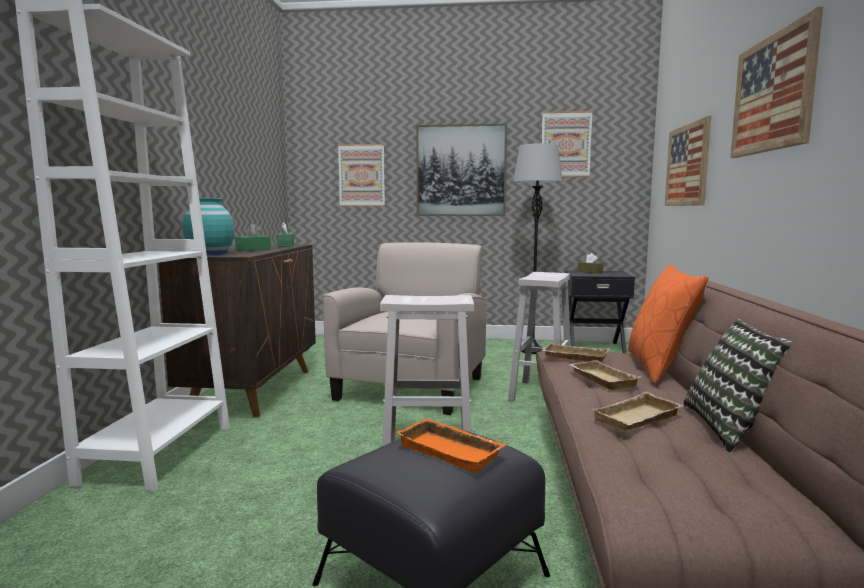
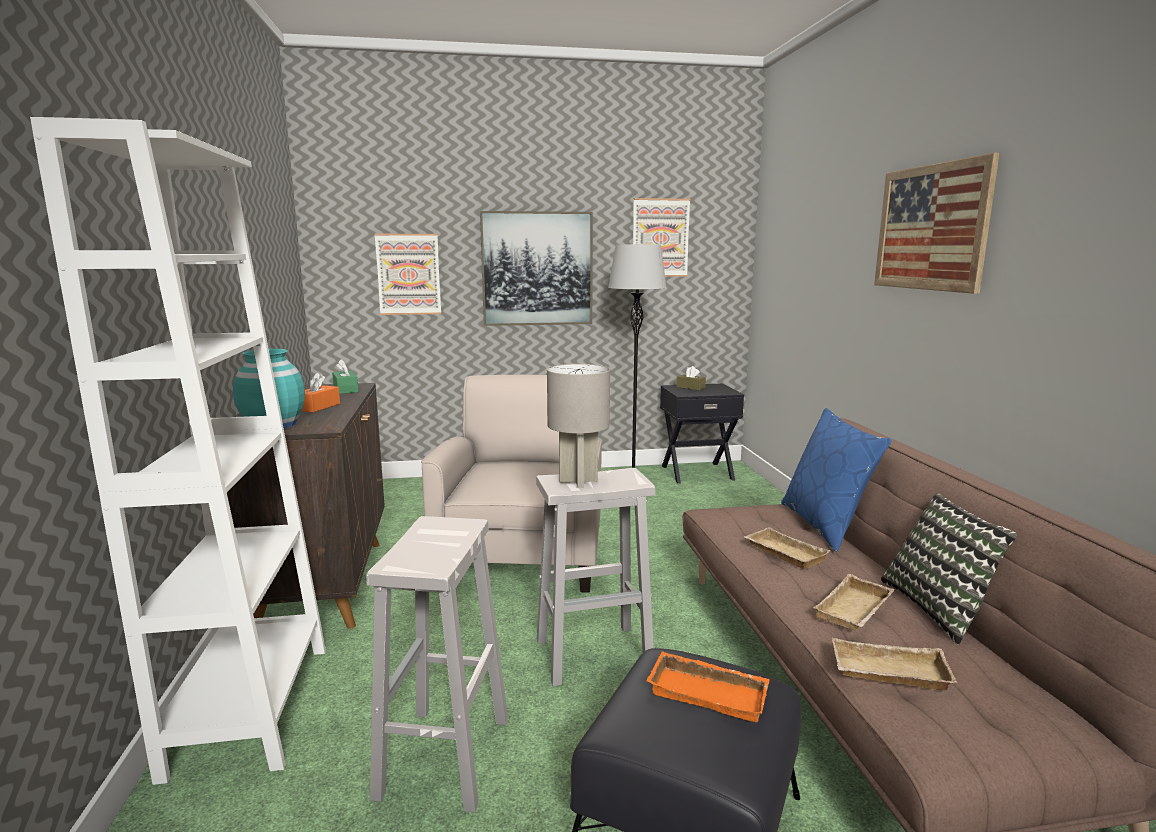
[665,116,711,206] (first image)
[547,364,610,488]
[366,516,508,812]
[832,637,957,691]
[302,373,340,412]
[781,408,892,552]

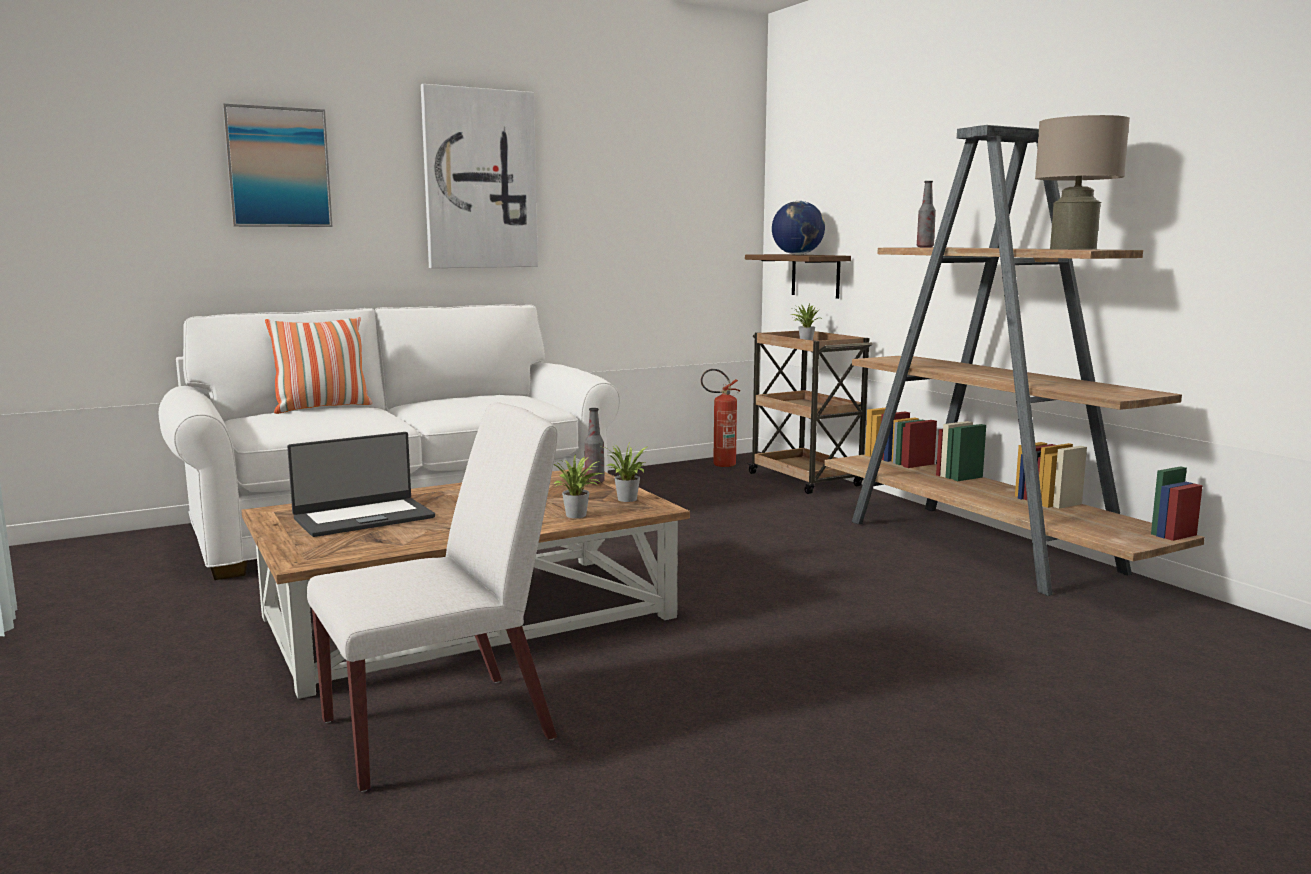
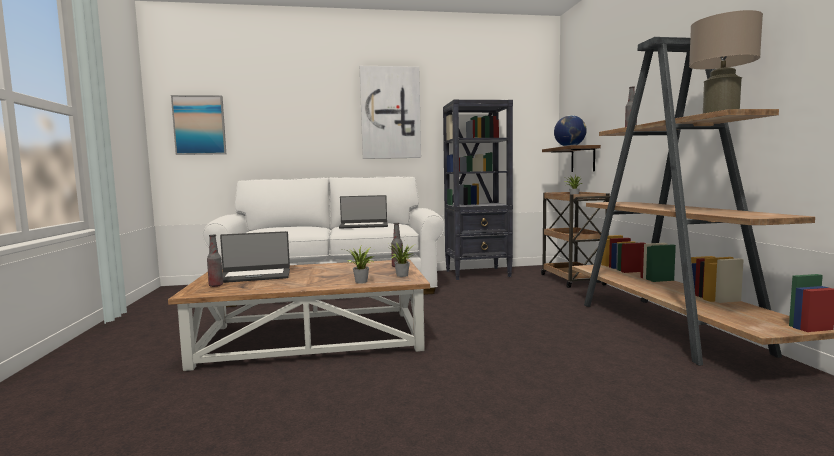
[265,317,372,414] (first image)
[307,402,557,792] (first image)
[701,369,740,467] (first image)
[207,235,223,287]
[339,195,388,228]
[443,100,513,280]
[171,95,226,155]

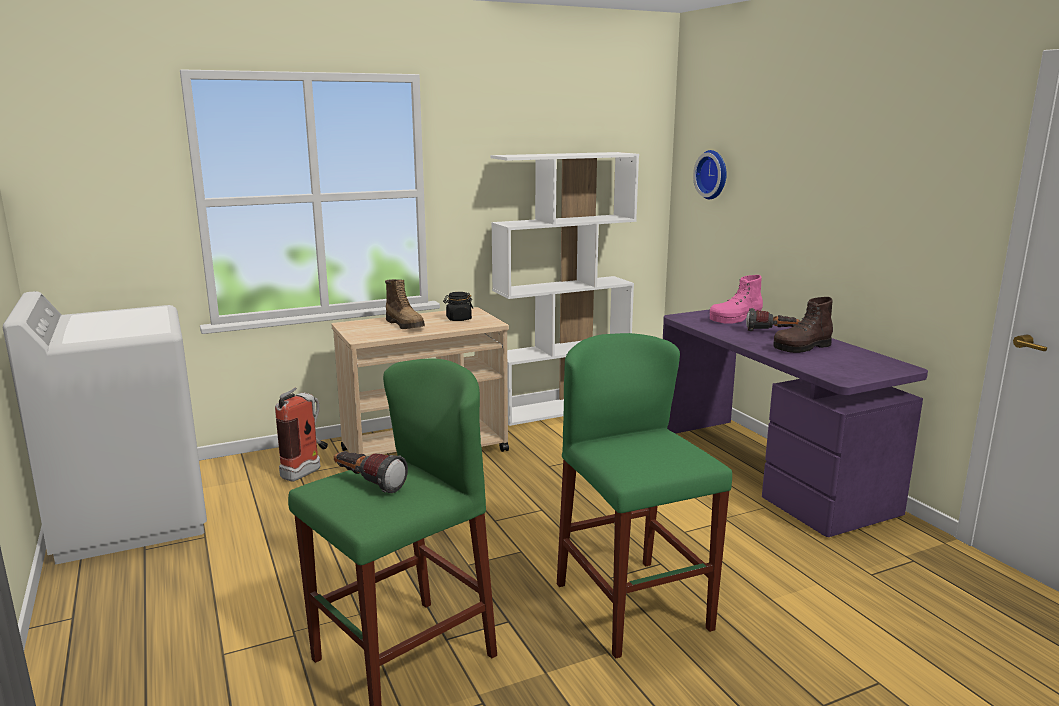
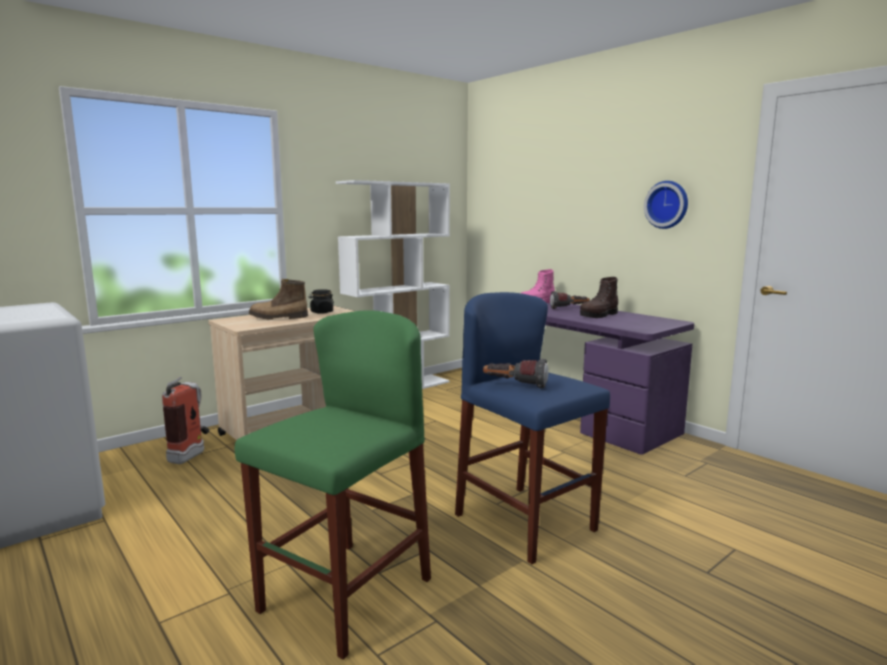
[483,359,549,388]
[644,181,688,229]
[455,292,610,564]
[249,279,308,320]

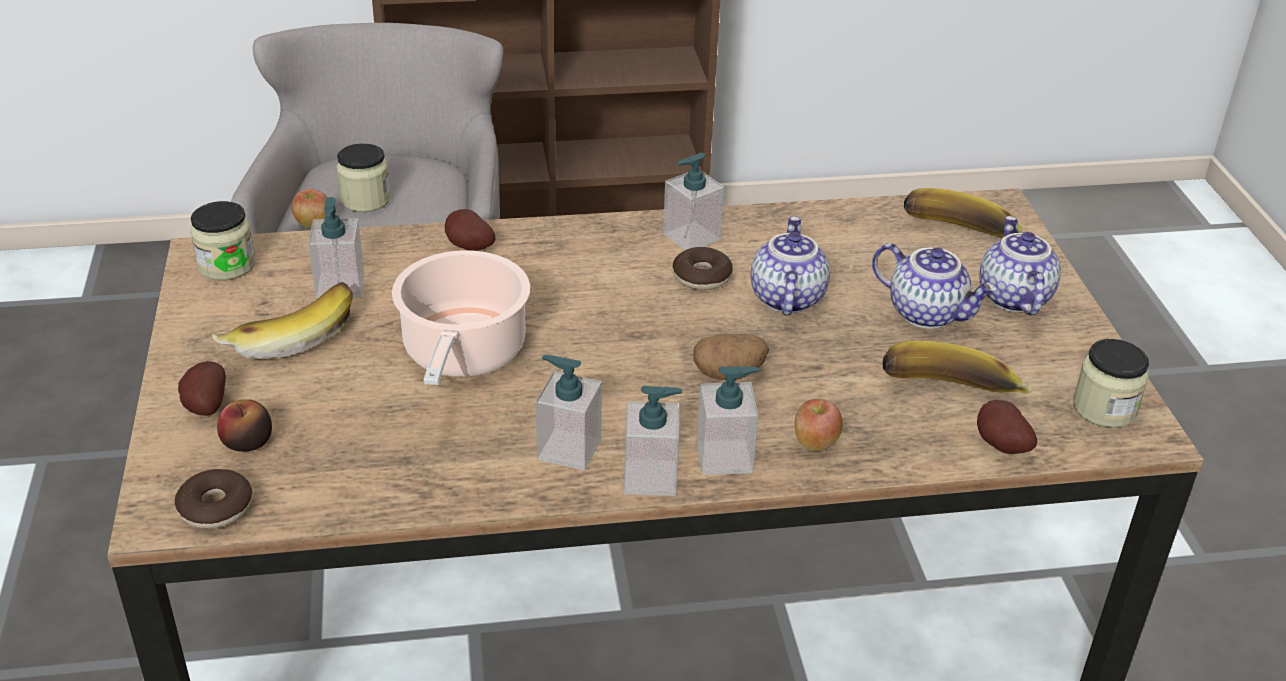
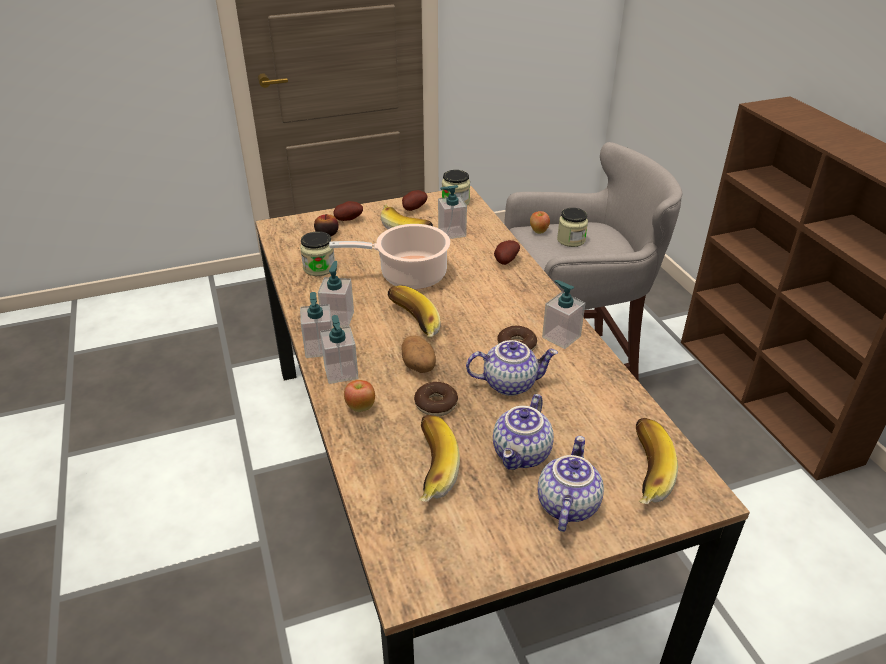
[388,285,441,338]
[414,382,458,416]
[402,190,428,211]
[300,231,335,276]
[538,436,604,532]

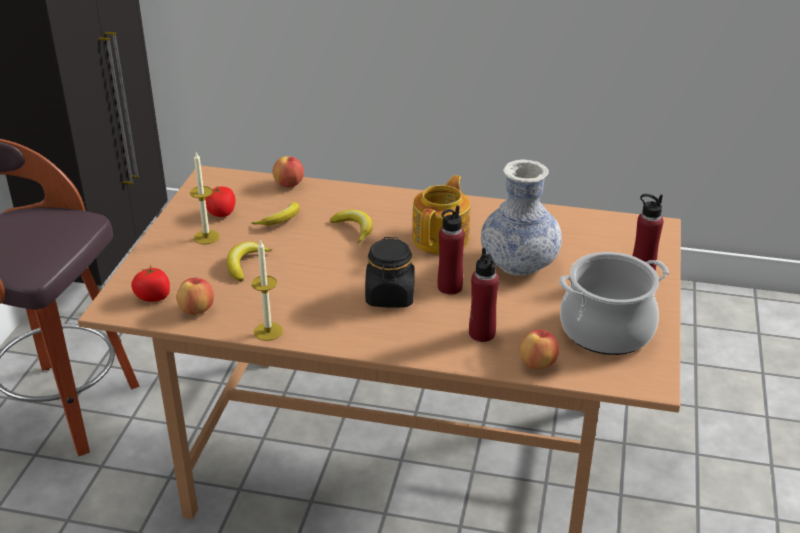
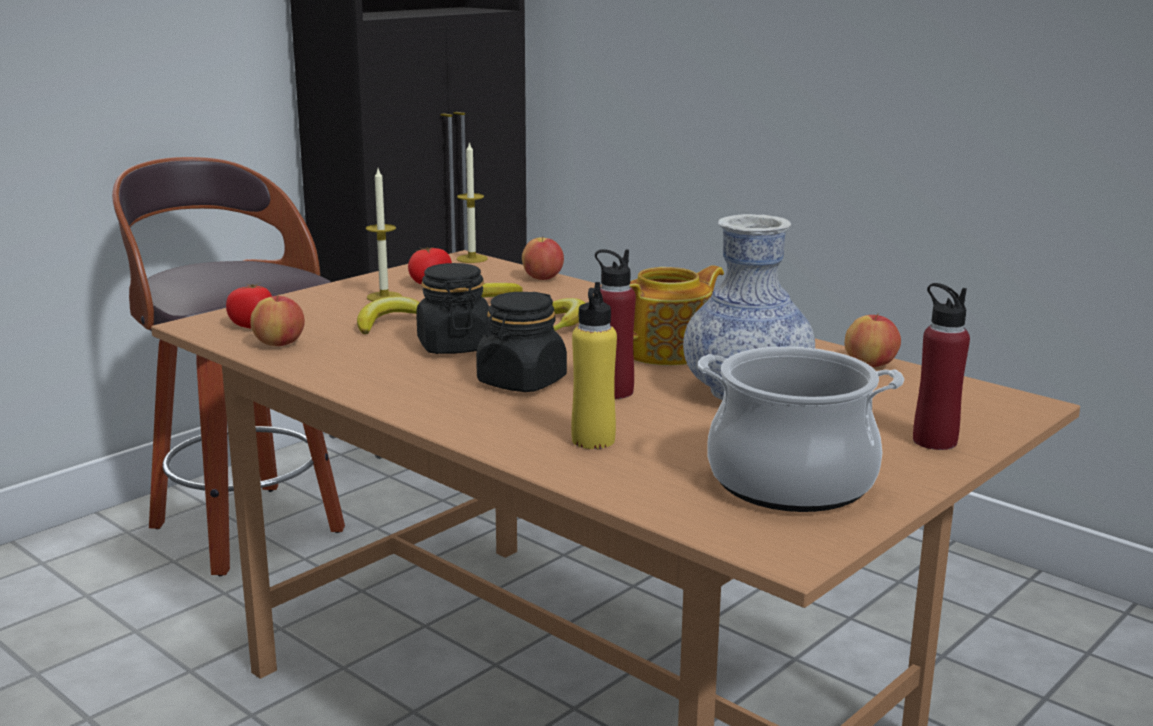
[416,263,490,354]
[457,141,488,263]
[844,313,901,367]
[571,282,617,449]

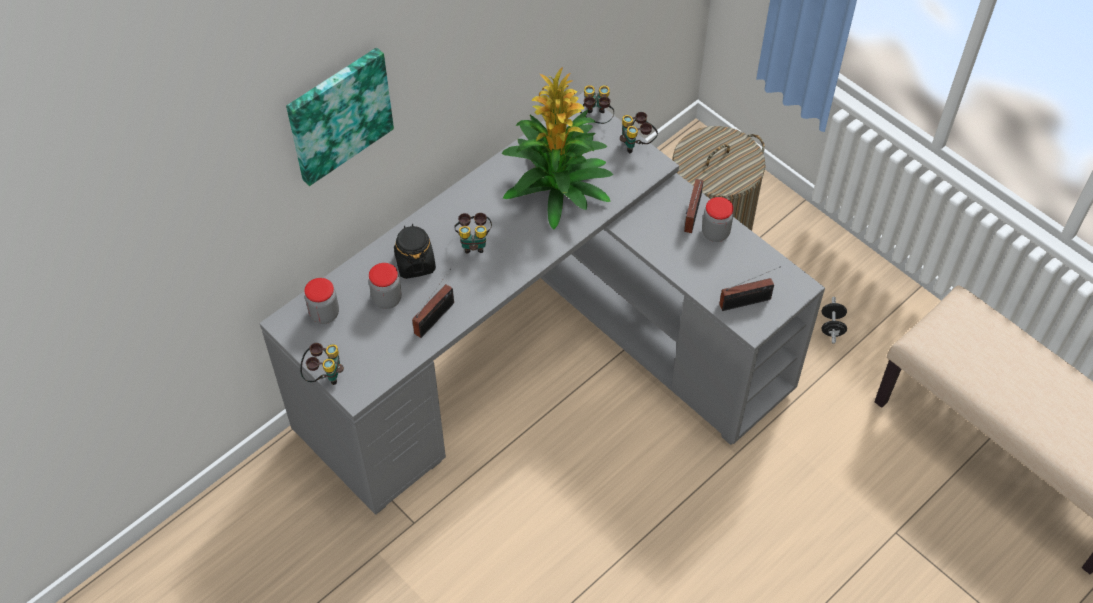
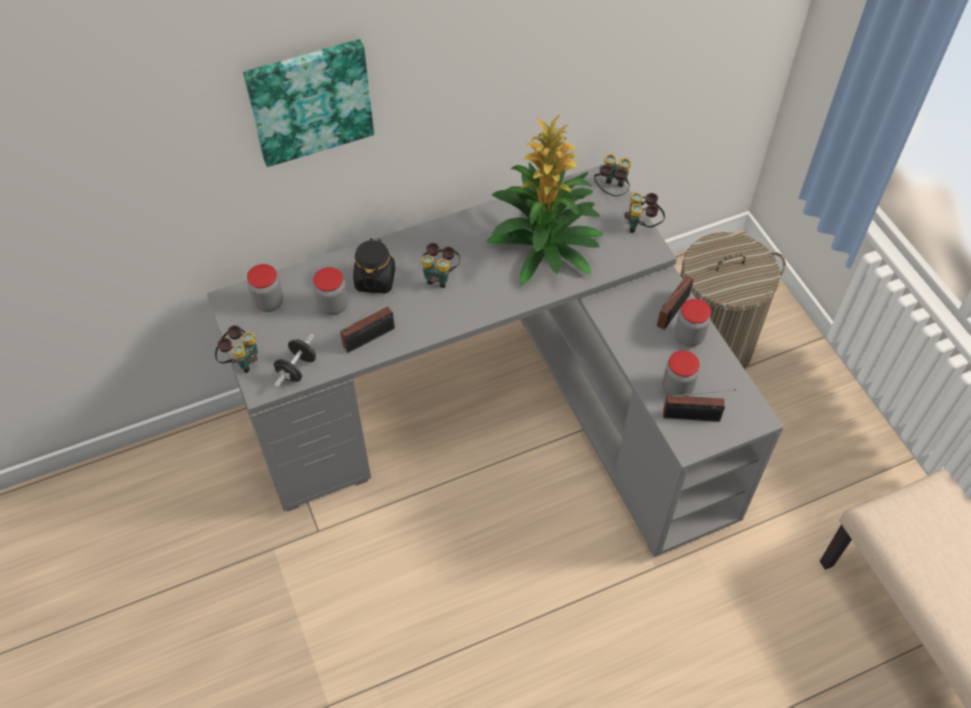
[662,350,700,396]
[274,334,316,388]

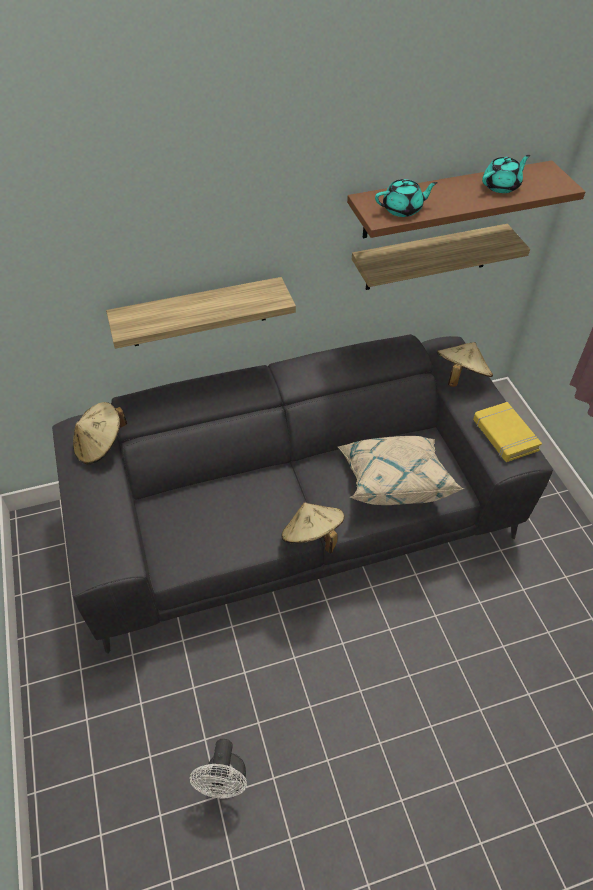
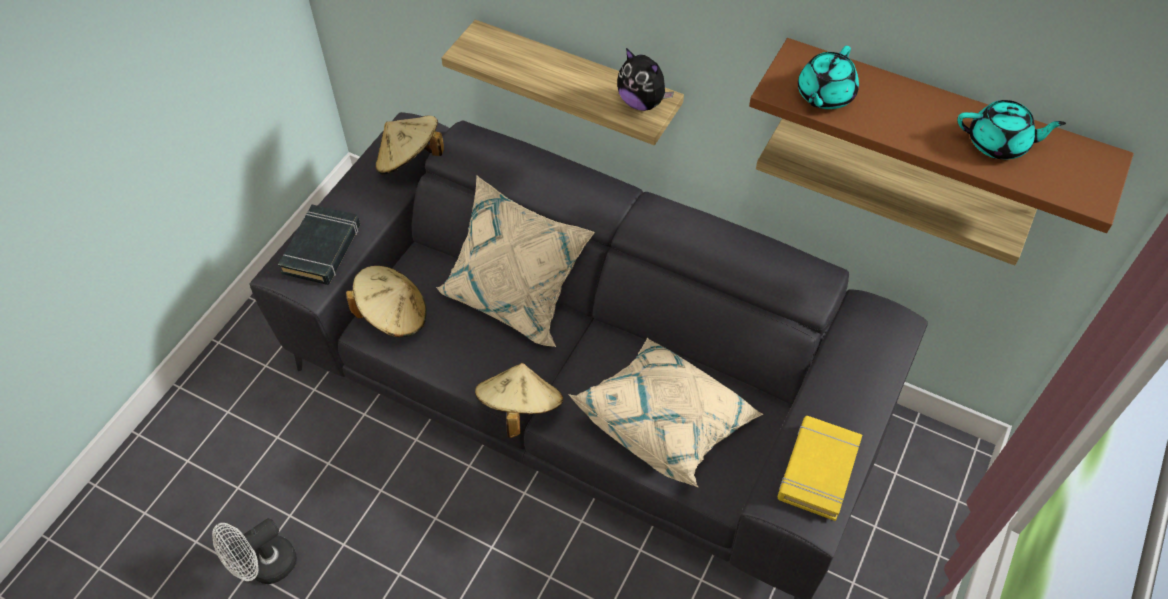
[278,205,361,285]
[436,176,595,347]
[617,48,674,111]
[346,266,427,337]
[798,46,859,109]

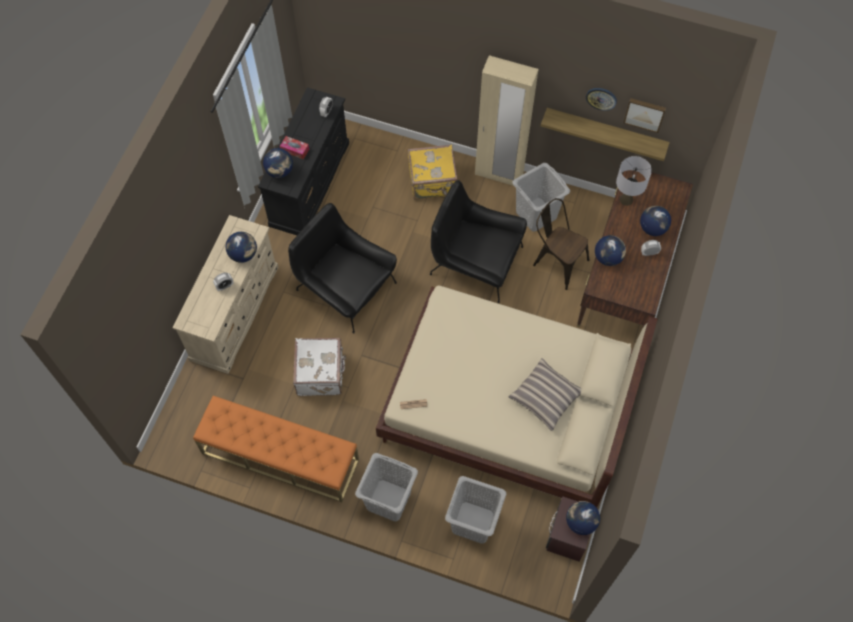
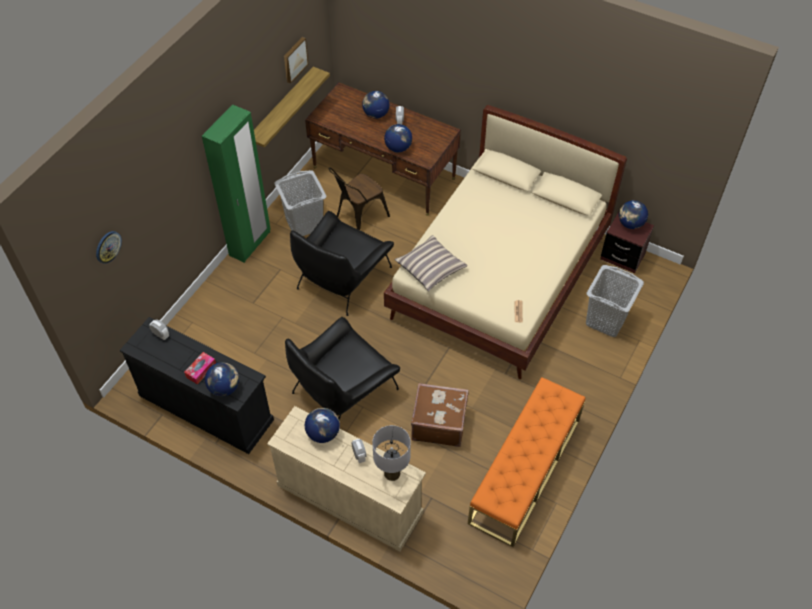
[355,453,418,521] (first image)
[408,144,458,199] (first image)
[395,235,468,291]
[96,231,122,264]
[372,425,411,481]
[411,383,469,447]
[202,104,271,263]

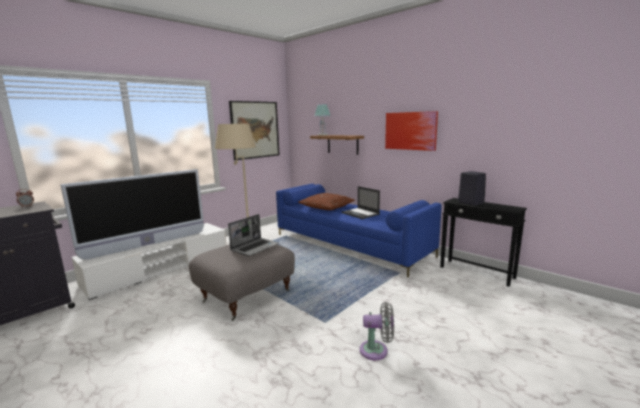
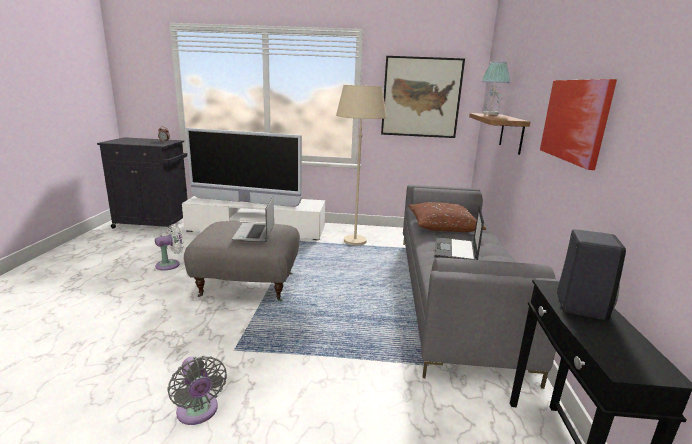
[155,224,184,270]
[403,185,560,389]
[232,196,274,242]

